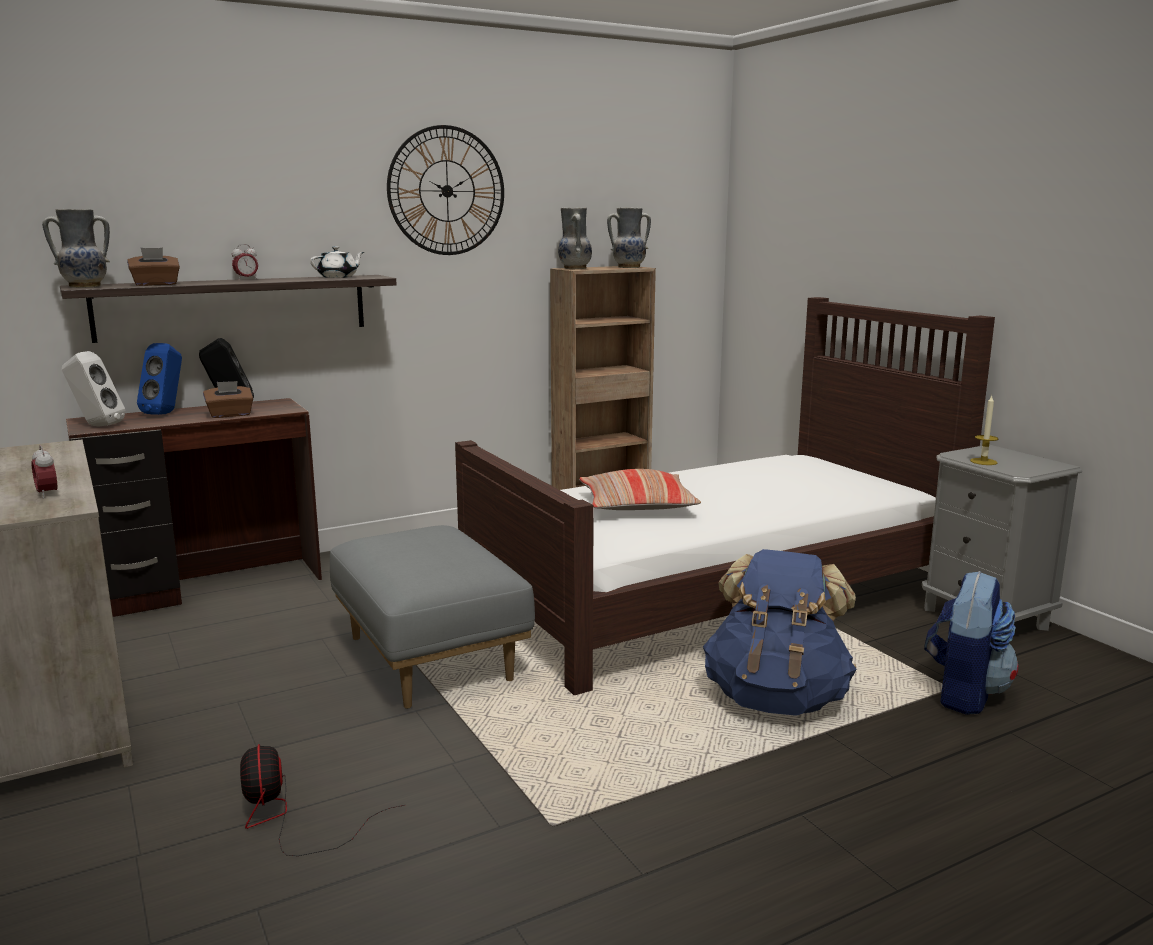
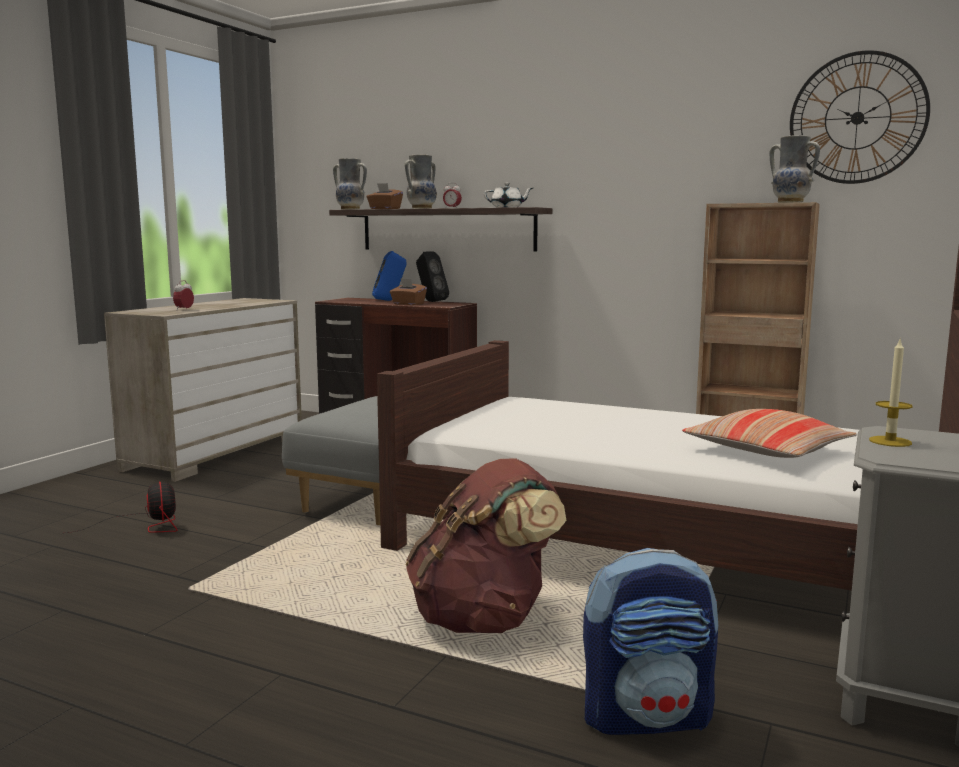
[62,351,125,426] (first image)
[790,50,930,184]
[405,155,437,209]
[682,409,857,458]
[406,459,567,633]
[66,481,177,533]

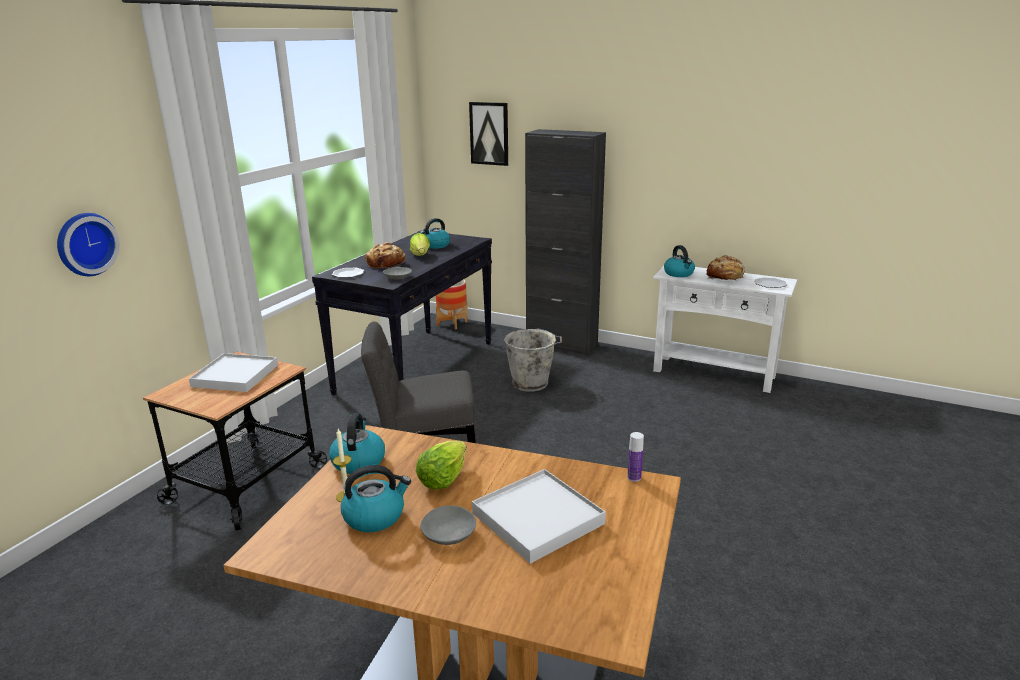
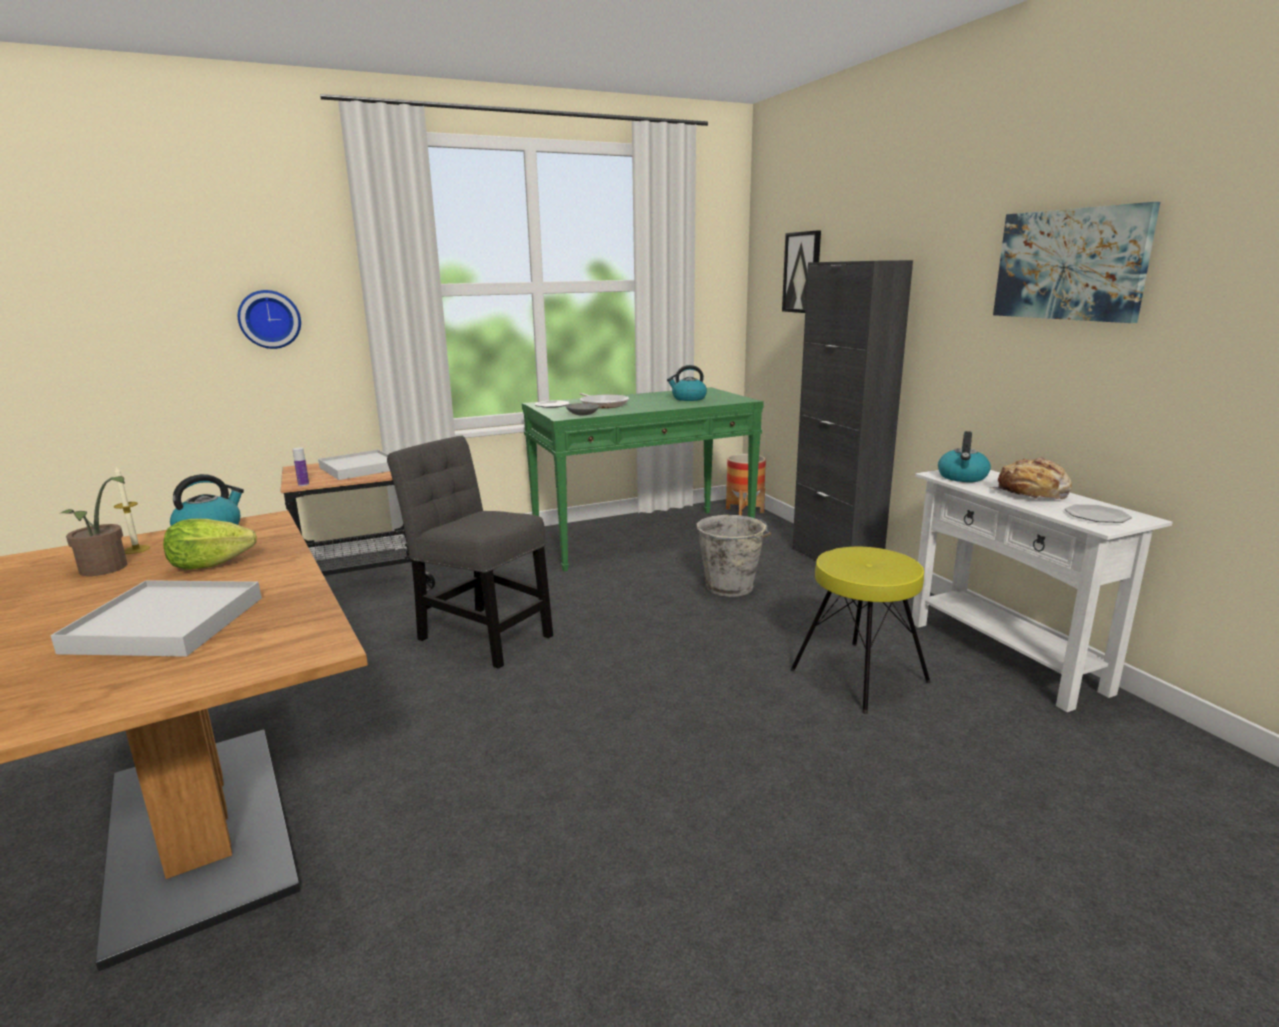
[410,233,430,256] (first image)
[420,505,476,545] (first image)
[790,547,931,714]
[993,202,1160,323]
[293,448,309,486]
[59,476,127,576]
[580,393,629,408]
[522,387,764,572]

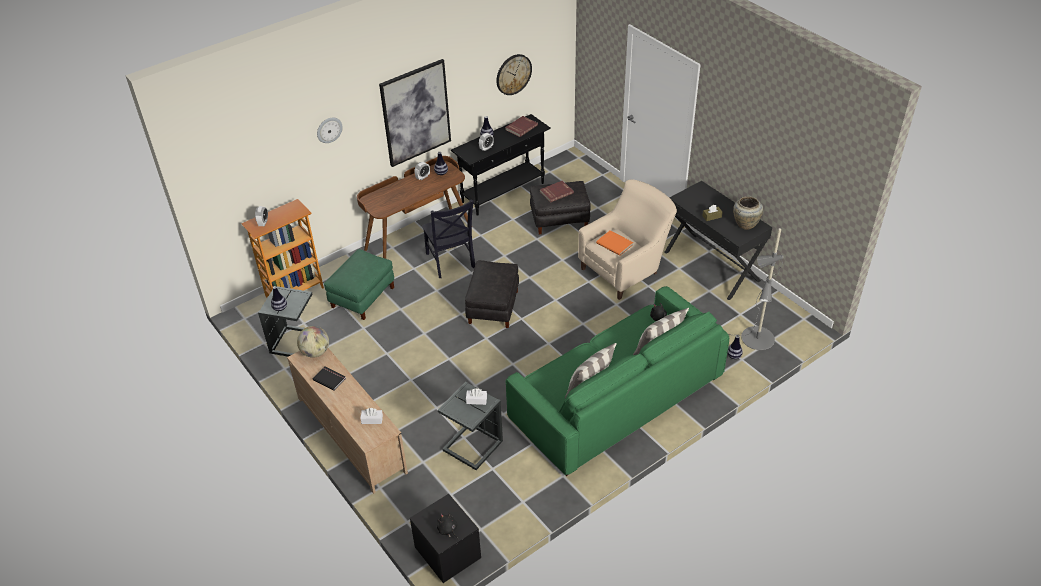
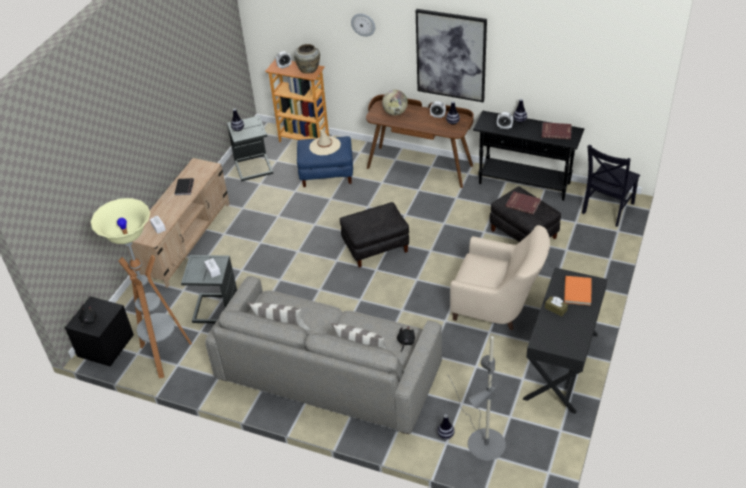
[496,54,532,95] (first image)
[90,198,192,378]
[309,129,341,155]
[382,90,408,115]
[582,145,640,227]
[564,276,592,305]
[294,44,320,74]
[297,136,353,187]
[205,276,442,434]

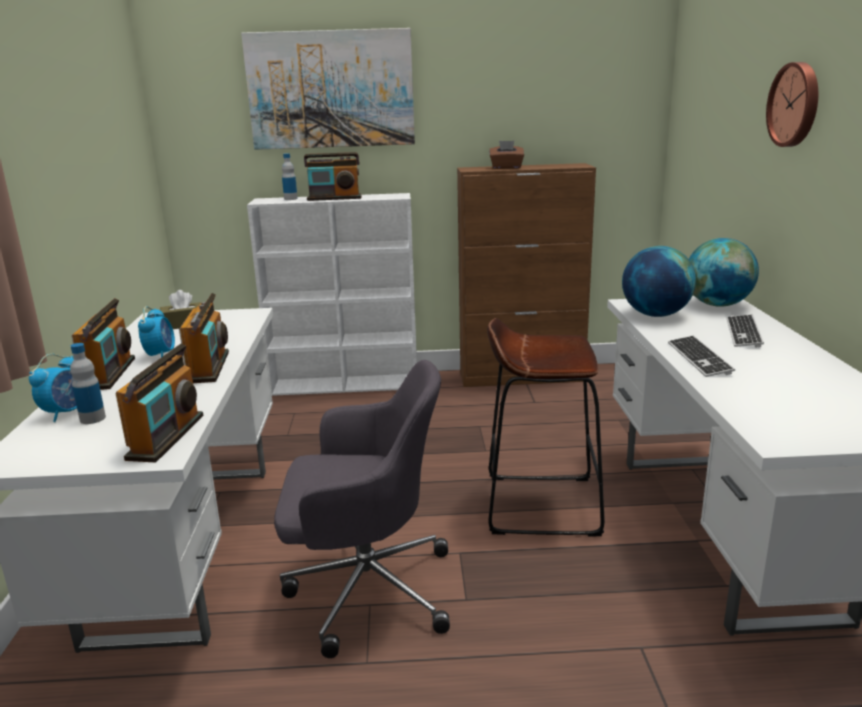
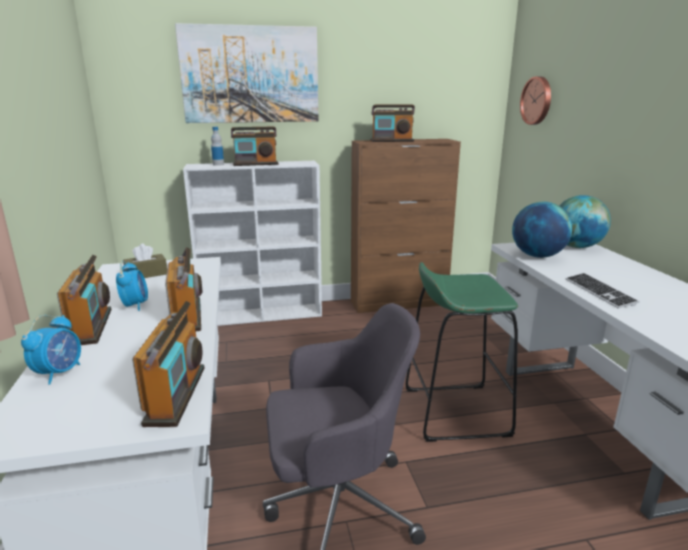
[70,343,106,424] (first image)
[726,315,764,348] (first image)
[520,77,551,125]
[370,105,415,142]
[406,262,518,442]

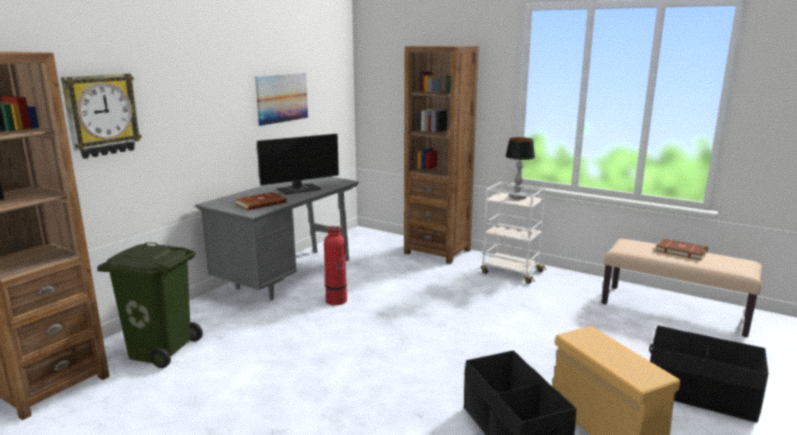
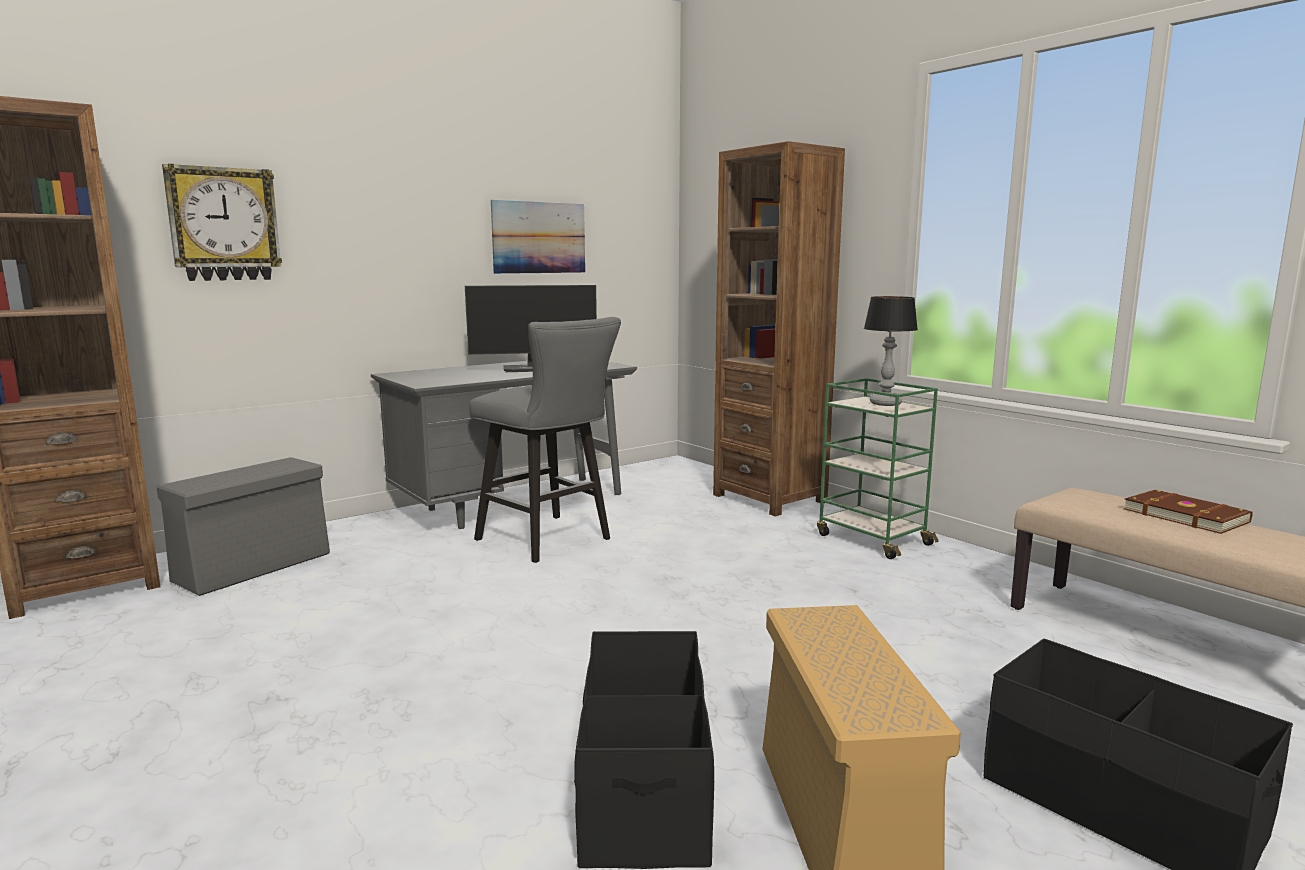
[236,192,287,210] (first image)
[156,457,330,596]
[469,317,621,563]
[817,378,938,559]

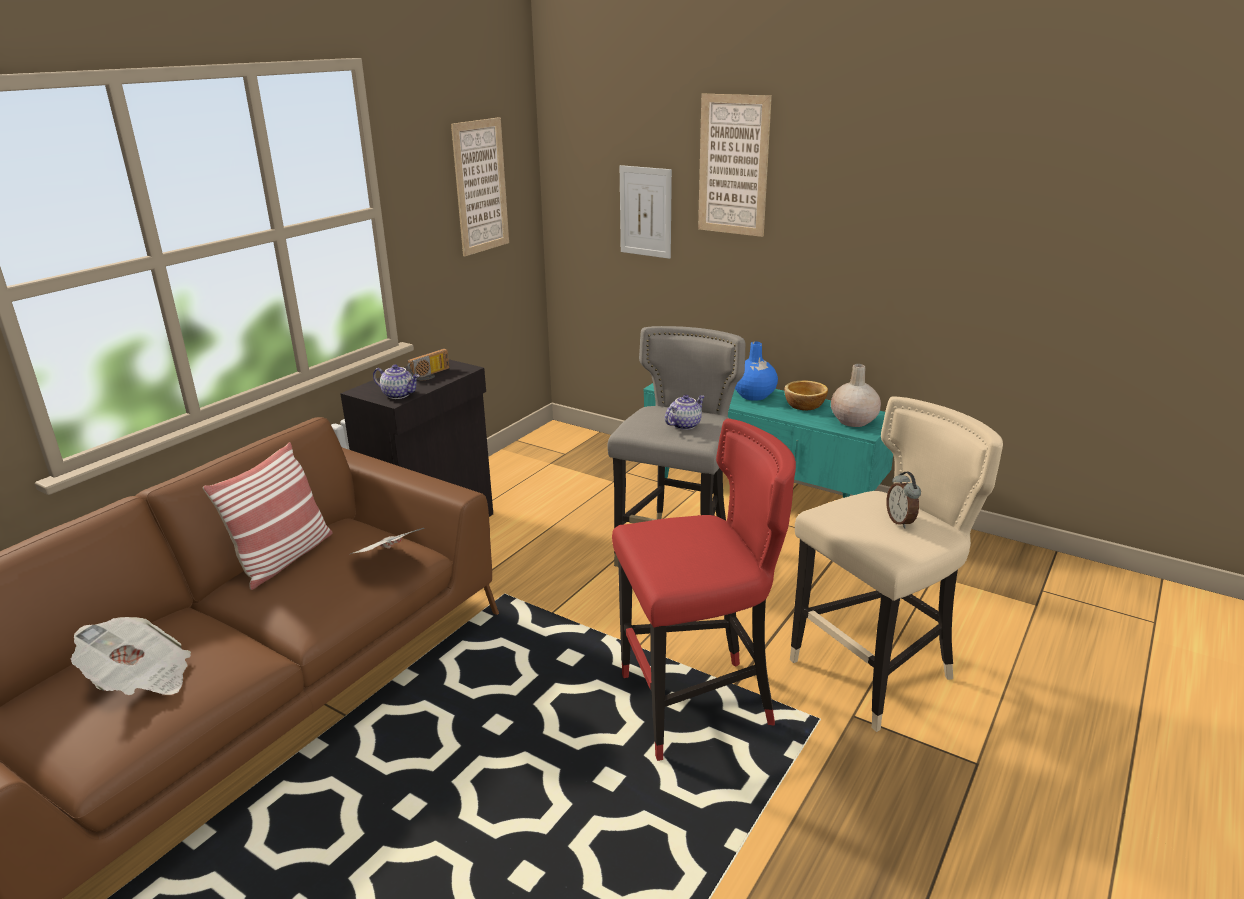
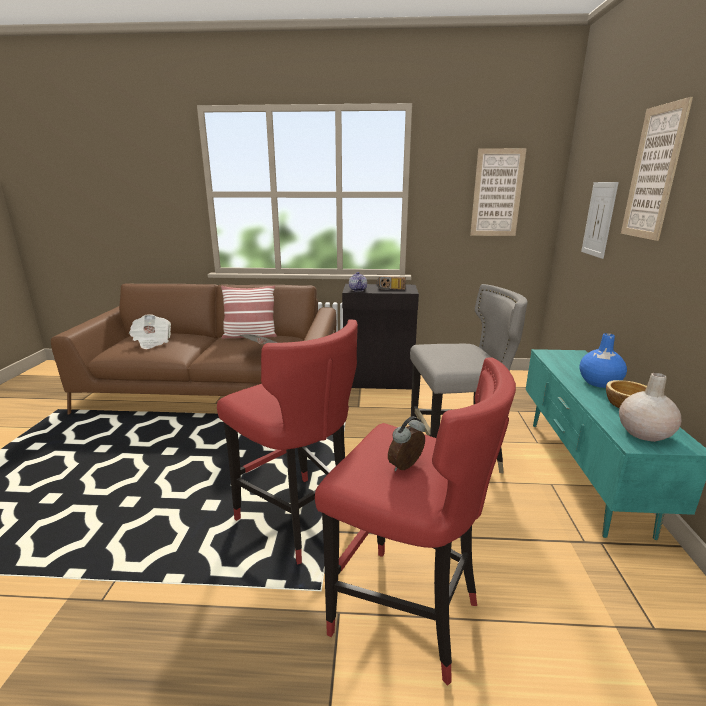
[665,395,705,430] (first image)
[315,358,516,686]

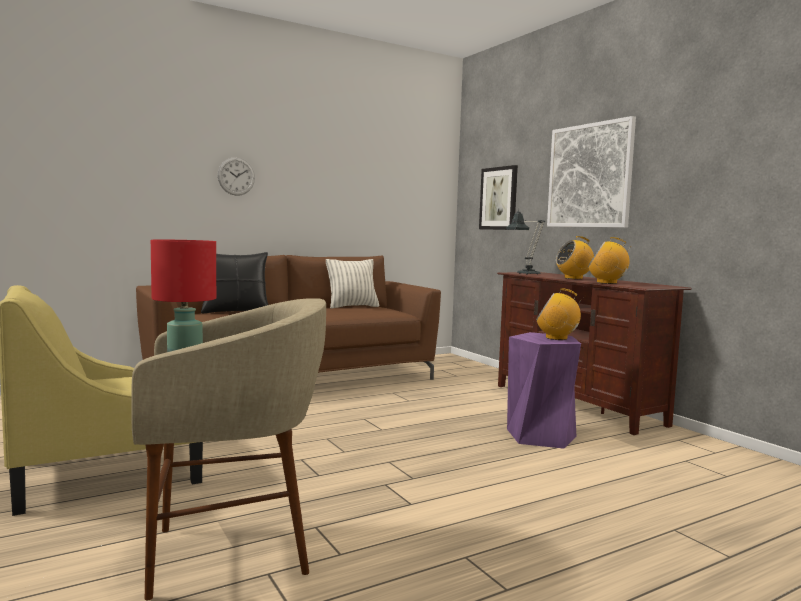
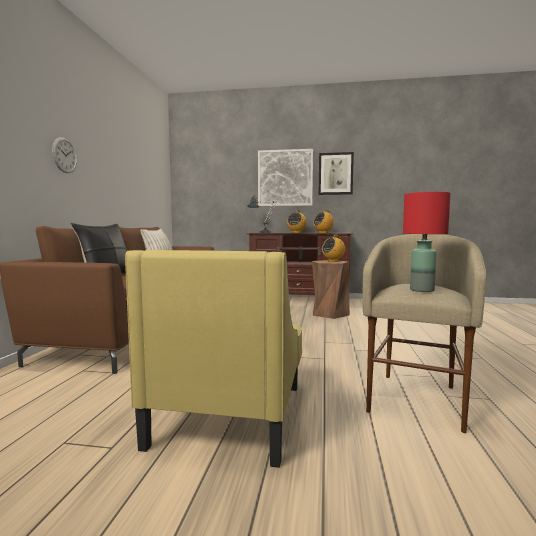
[319,152,354,195]
[312,260,350,319]

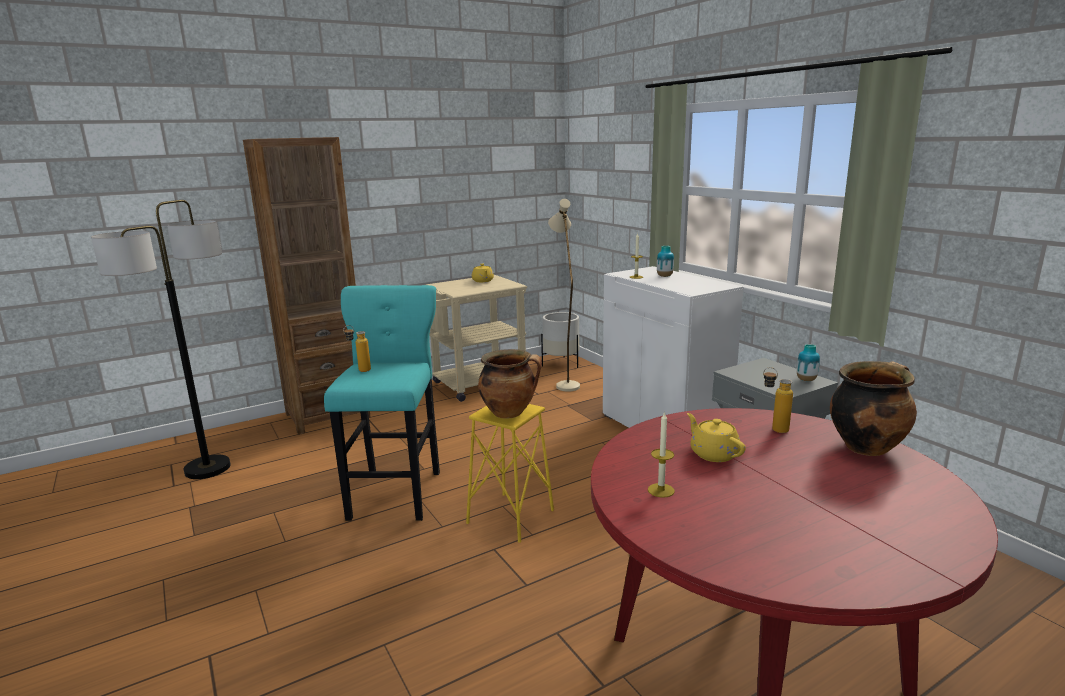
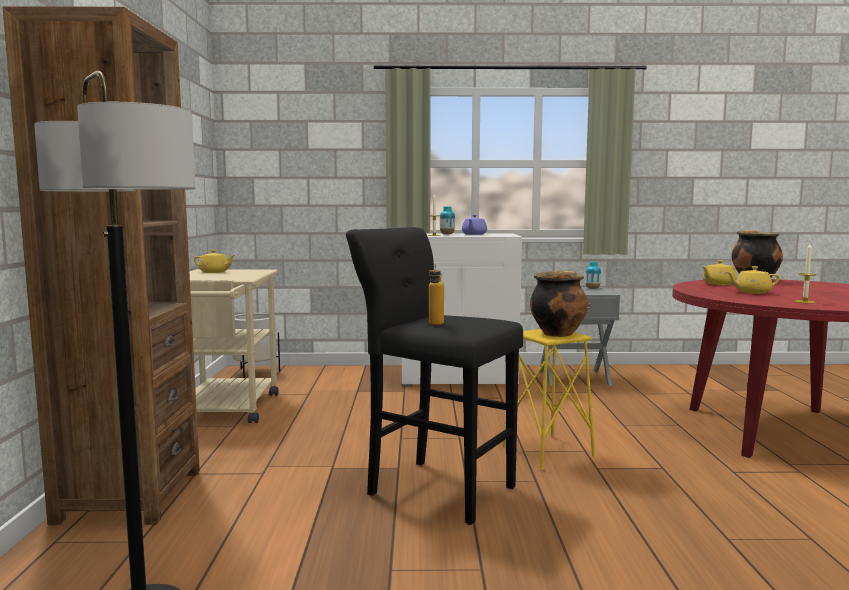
[548,199,580,392] (first image)
[462,215,487,235]
[703,260,736,285]
[346,227,523,525]

